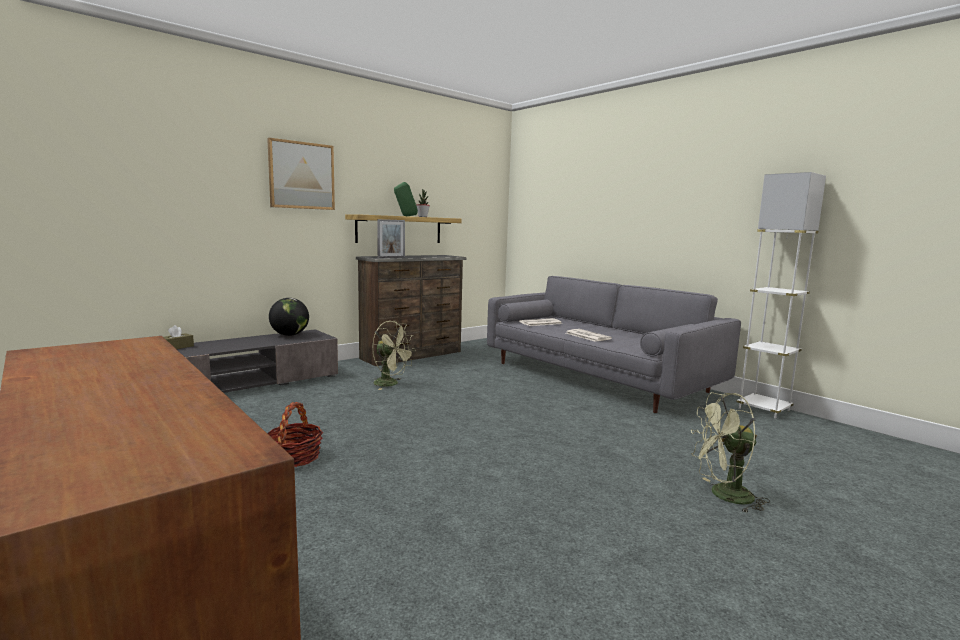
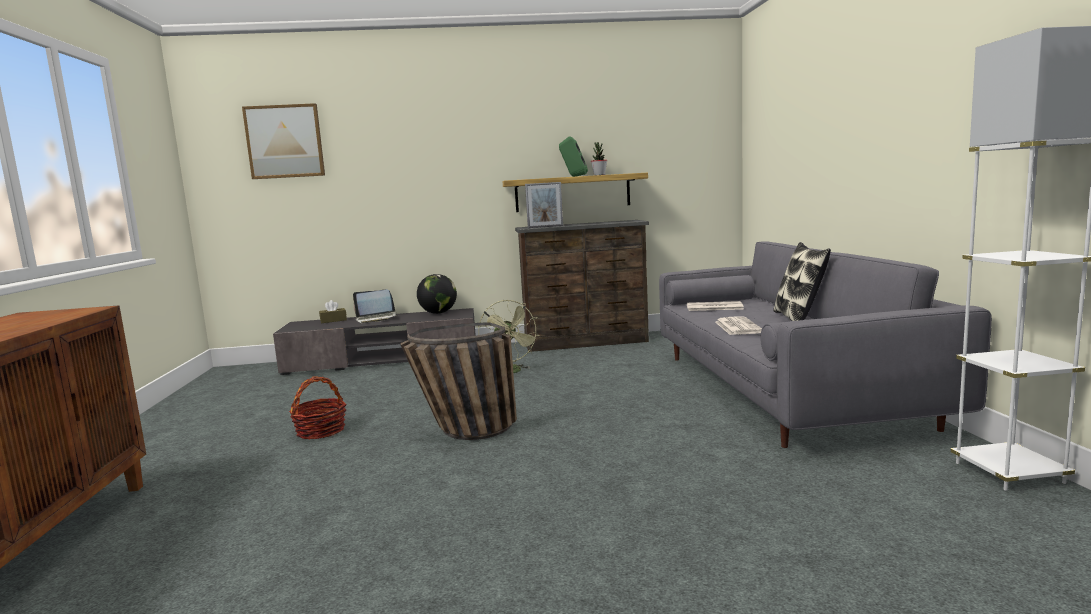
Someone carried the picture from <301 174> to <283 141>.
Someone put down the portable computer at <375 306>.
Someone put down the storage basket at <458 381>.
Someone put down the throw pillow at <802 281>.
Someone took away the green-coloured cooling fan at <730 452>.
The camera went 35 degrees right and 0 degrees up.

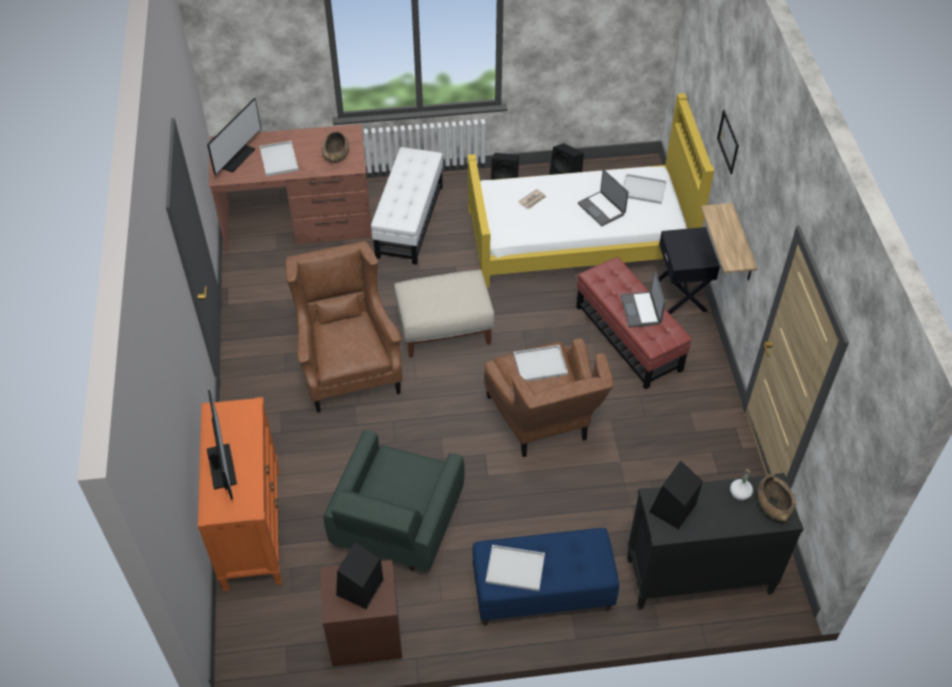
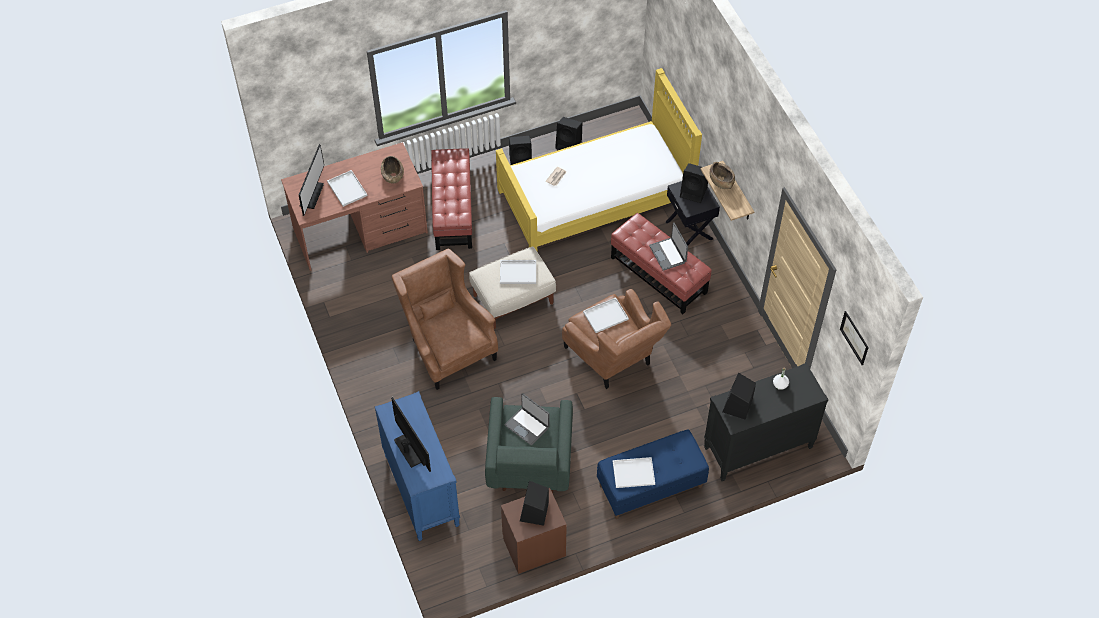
Someone repainted the orangey drawer chest at <239 494>, which became the blue drawer chest at <417 466>.
Someone repainted the whitish pouffe at <407 206>, which became the reddish pouffe at <451 199>.
Someone carried the whitish carrying tray from <645 189> to <518 272>.
Someone carried the portable computer from <603 198> to <527 419>.
Someone put down the black loudspeaker at <694 183>.
Someone carried the brown serving bowl from <776 498> to <722 175>.
Someone carried the picture from <728 142> to <854 338>.
The camera went 15 degrees left and 5 degrees up.

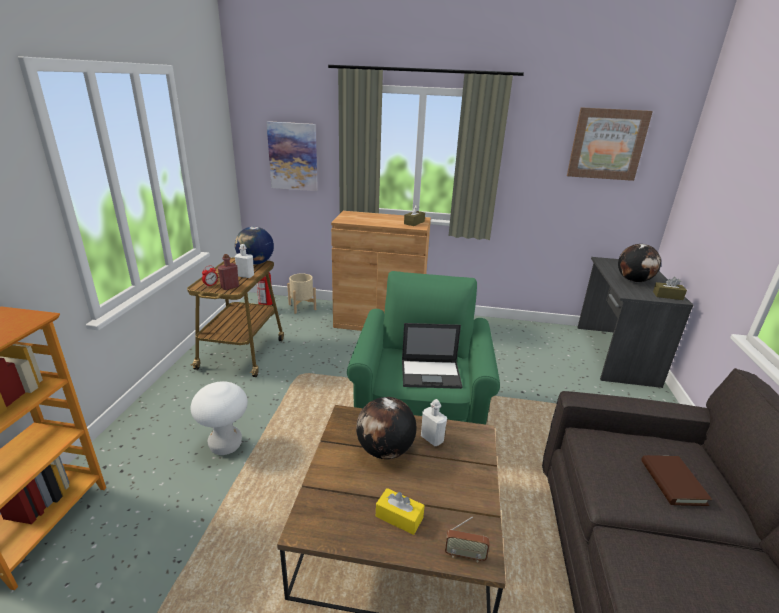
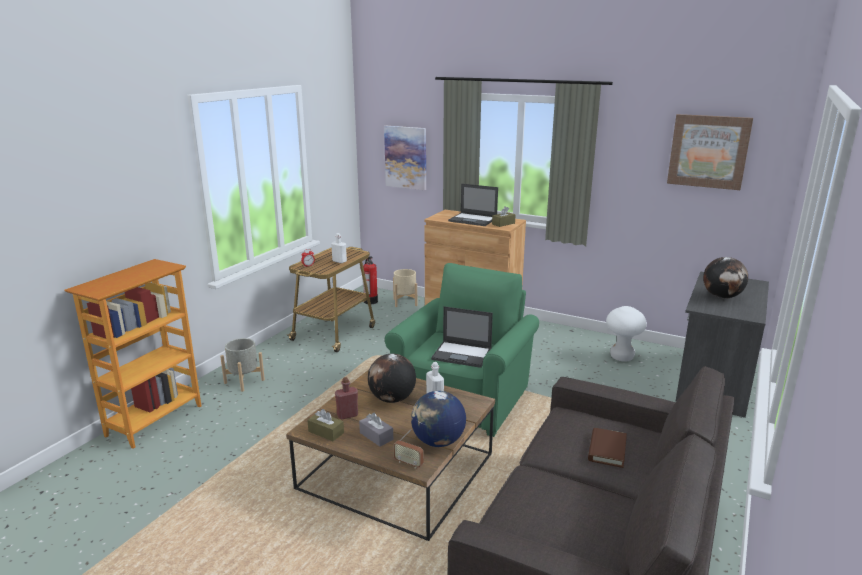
Someone put down the greyish plant pot at <242 365>.
Someone carried the brown box of tissues from <670 288> to <326 425>.
Someone carried the reddish beverage bottle from <228 272> to <346 398>.
Someone repainted the yellow box of tissues at <400 511>, which became the greyish box of tissues at <376 430>.
Someone carried the desk globe from <254 245> to <438 419>.
Someone put down the portable computer at <473 205>.
Someone carried the whitish stool from <219 418> to <626 334>.
The camera went 20 degrees right and 5 degrees down.

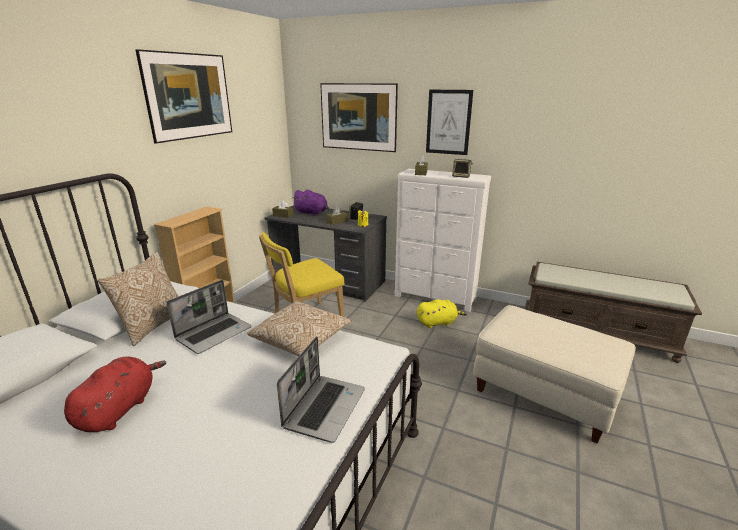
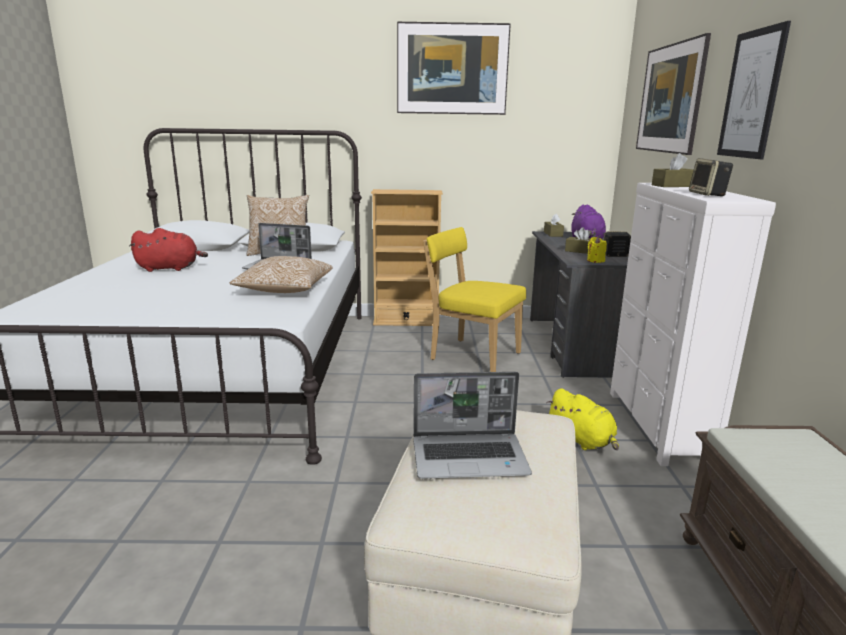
Someone carried the portable computer from <321 389> to <472 425>.
The camera went 65 degrees right and 5 degrees down.

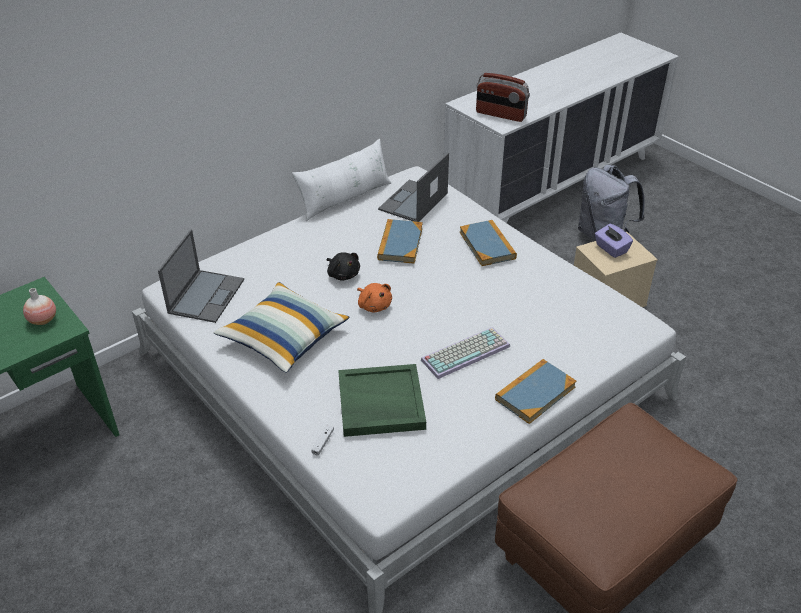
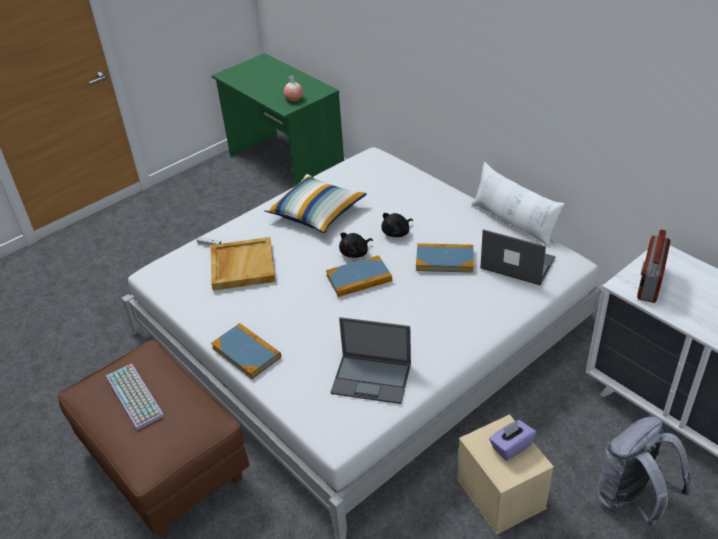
Someone carried the computer keyboard from <465 353> to <135 397>.
Someone repainted the green-coloured carrying tray at <382 400>, which became the beige-coloured carrying tray at <243 264>.
Someone carried the bound book from <488 243> to <359 276>.
Someone carried the portable computer from <201 276> to <370 360>.
Someone repainted the orangey soft toy at <374 298>, which became the black soft toy at <356 245>.
The camera went 90 degrees right and 0 degrees up.

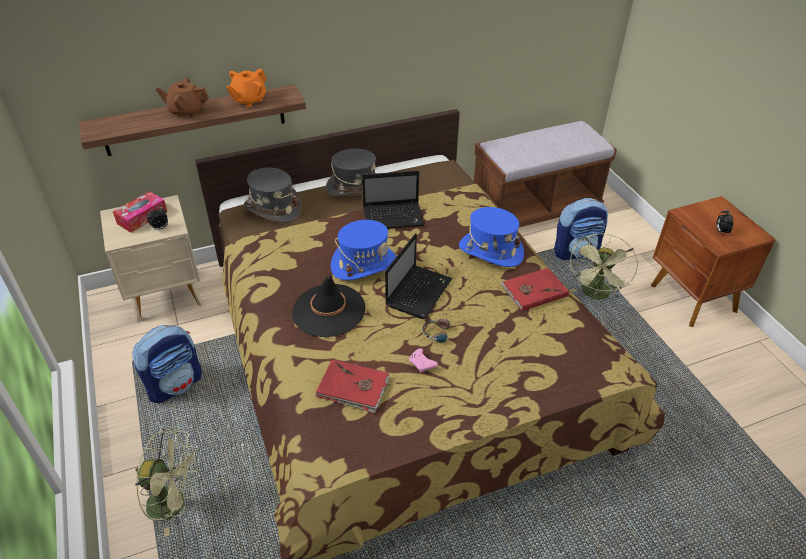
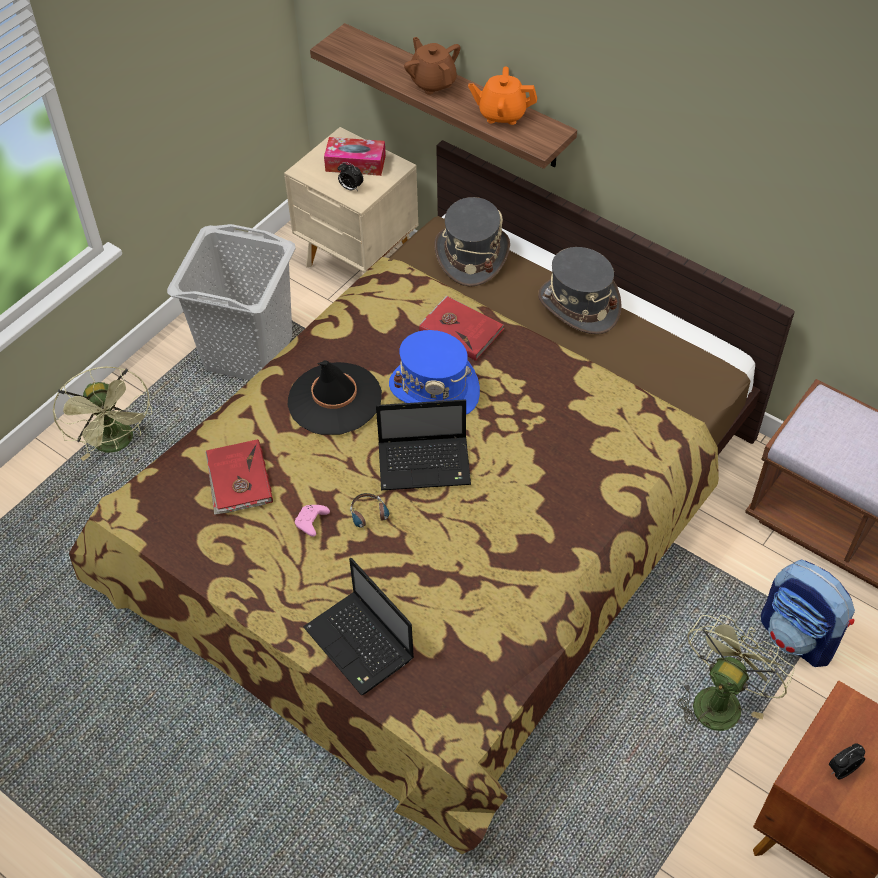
Someone swapped the knapsack at <167 364> for the greyish washing basket at <231 302>.
Someone carried the portable computer from <393 200> to <358 627>.
Someone carried the reddish bound book from <534 289> to <461 328>.
Someone rotated the green-coloured cooling fan at <603 266> by 135 degrees clockwise.
Someone took away the blue wearable hat at <491 237>.
The camera went 60 degrees right and 10 degrees up.

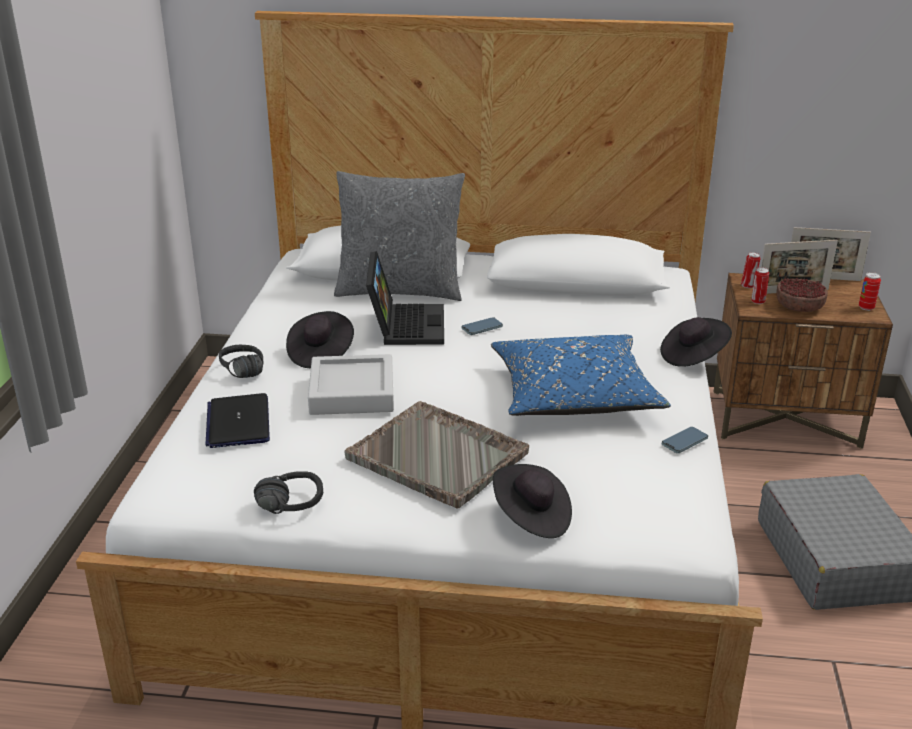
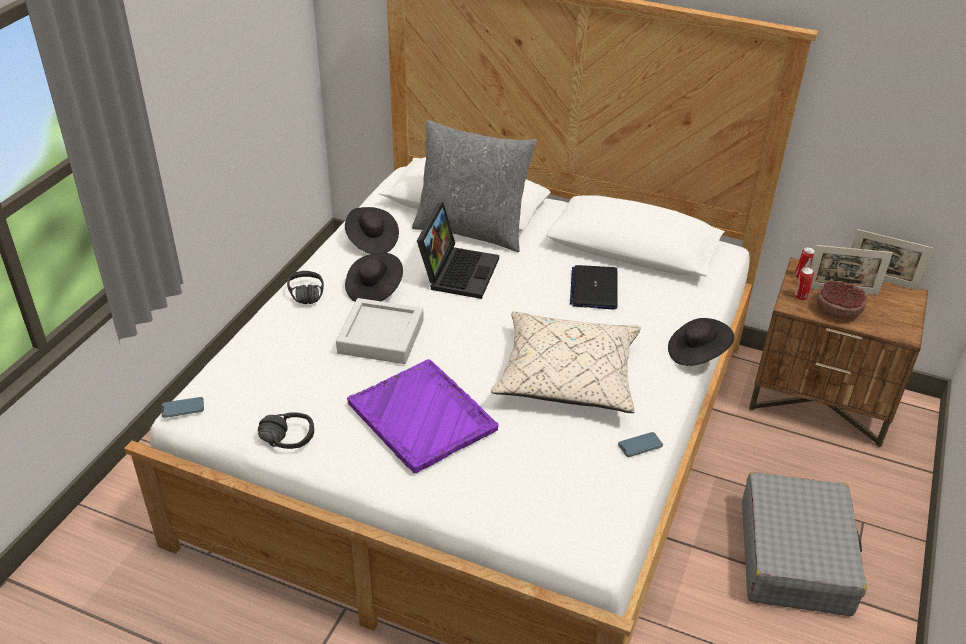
Someone carried the phone from <482 326> to <183 407>.
Someone carried the black wearable hat from <532 501> to <372 230>.
Someone repainted the greyish carrying tray at <436 455>, which became the purple-coloured carrying tray at <423 416>.
Someone repainted the blue throw pillow at <581 375>, which became the beige-coloured throw pillow at <566 362>.
Someone carried the portable computer from <238 420> to <593 287>.
Someone took away the metal can at <870 291>.
The camera went 15 degrees right and 10 degrees up.

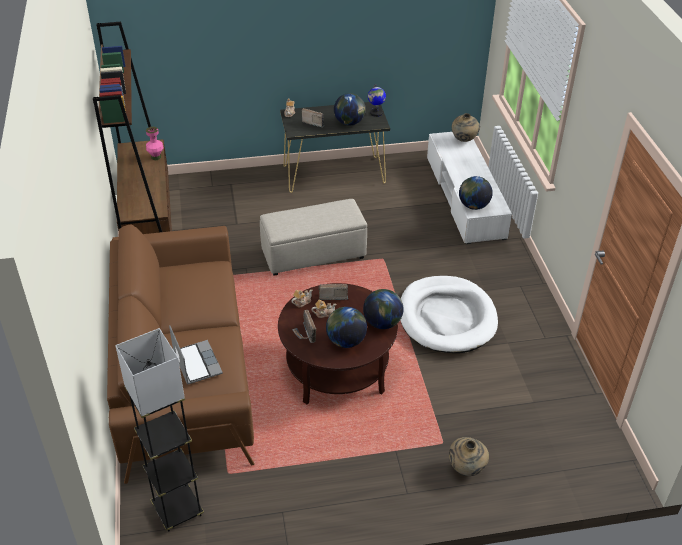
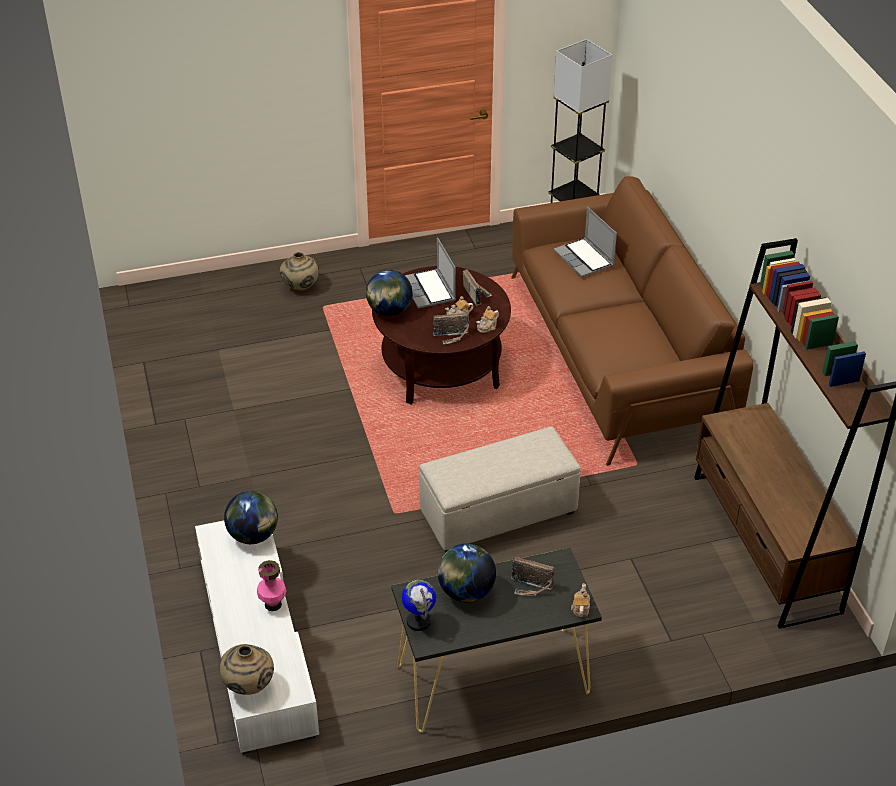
Someone carried the pinkish vase from <154 143> to <272 585>.
Someone swapped the desk globe at <346 327> for the portable computer at <430 273>.
Someone took away the whitish dog bed at <449 314>.
The camera went 175 degrees right and 0 degrees up.

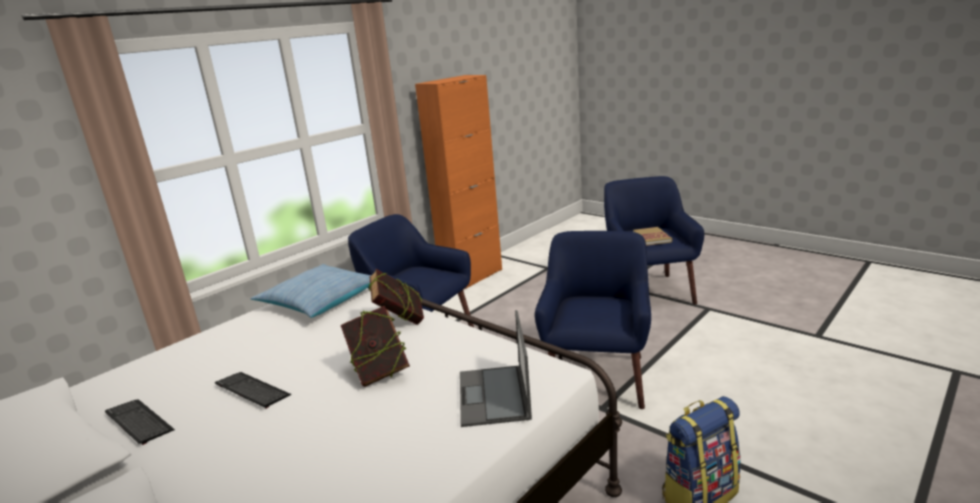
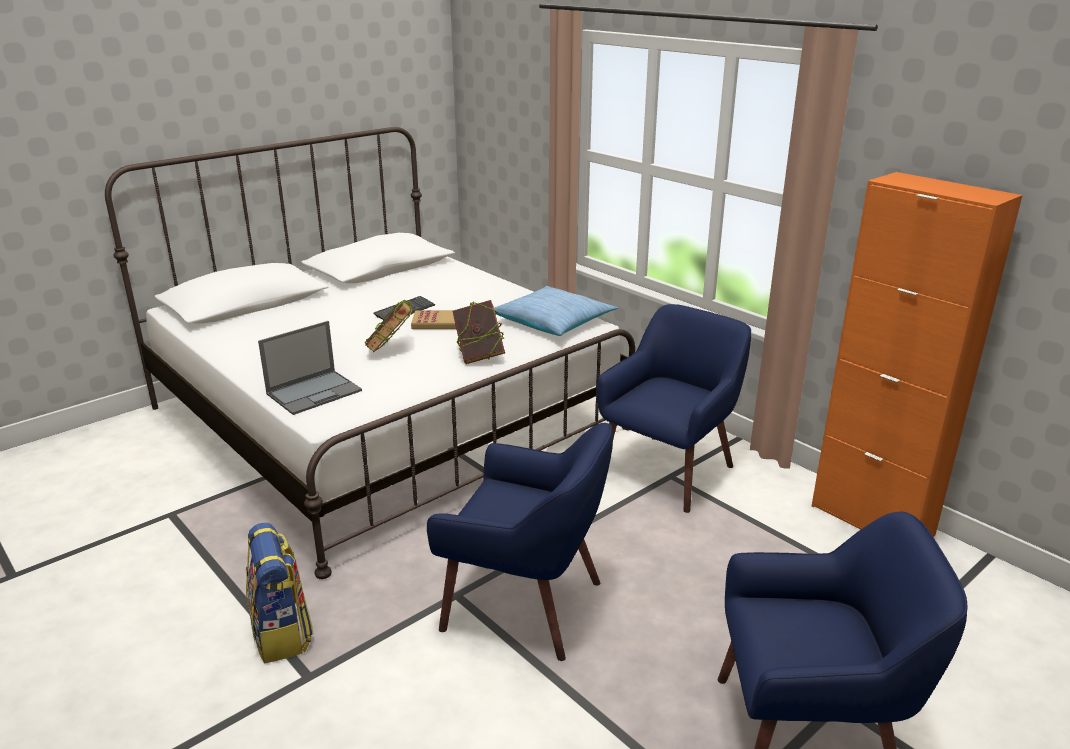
Someone rotated the portable computer at <496 368> by 135 degrees clockwise.
Someone carried the bound book from <652 236> to <433 319>.
Someone took away the computer keyboard at <140 422>.
The camera went 95 degrees right and 5 degrees up.

